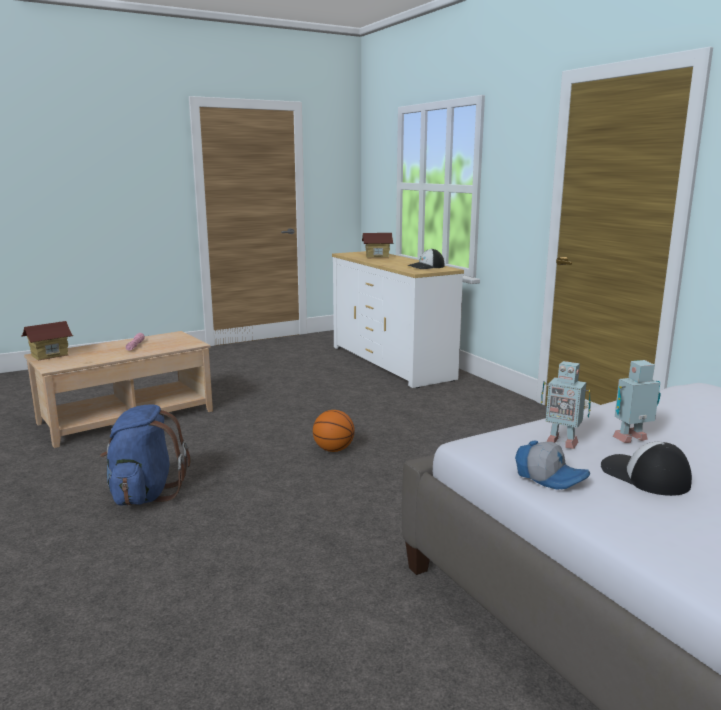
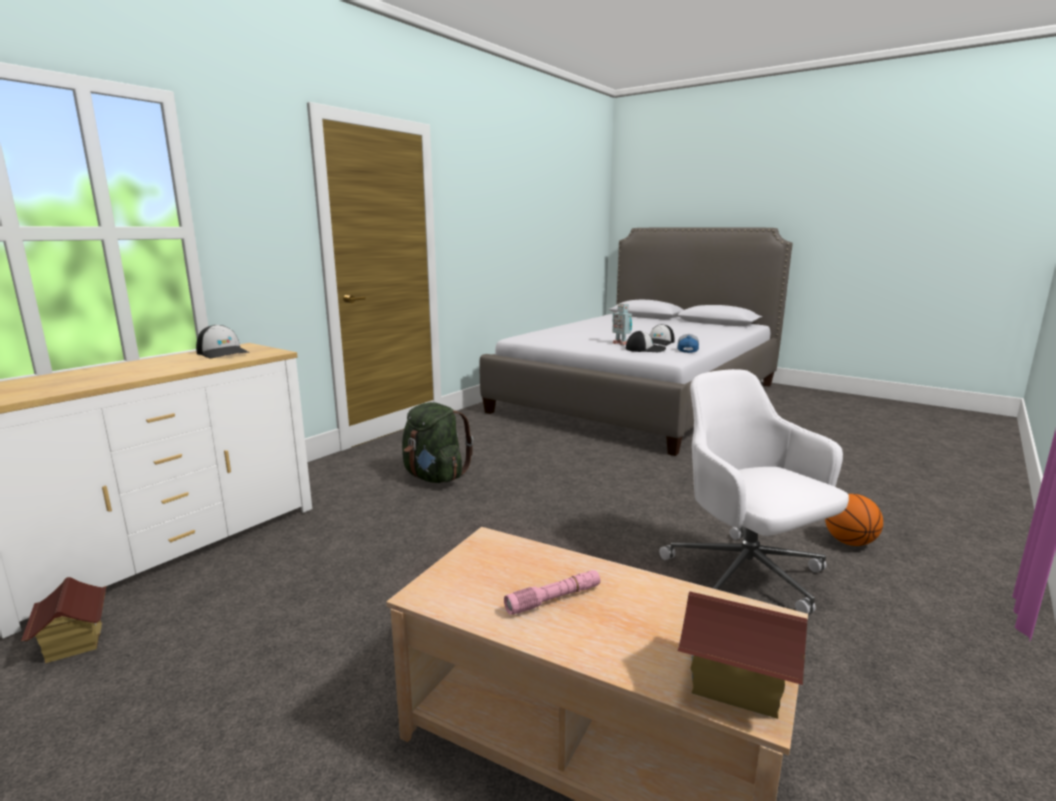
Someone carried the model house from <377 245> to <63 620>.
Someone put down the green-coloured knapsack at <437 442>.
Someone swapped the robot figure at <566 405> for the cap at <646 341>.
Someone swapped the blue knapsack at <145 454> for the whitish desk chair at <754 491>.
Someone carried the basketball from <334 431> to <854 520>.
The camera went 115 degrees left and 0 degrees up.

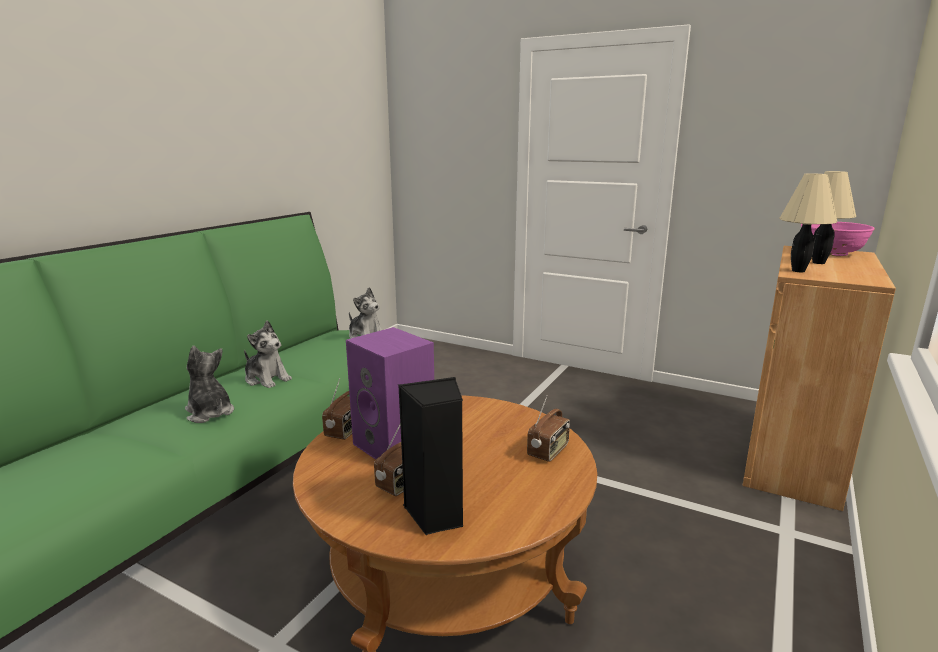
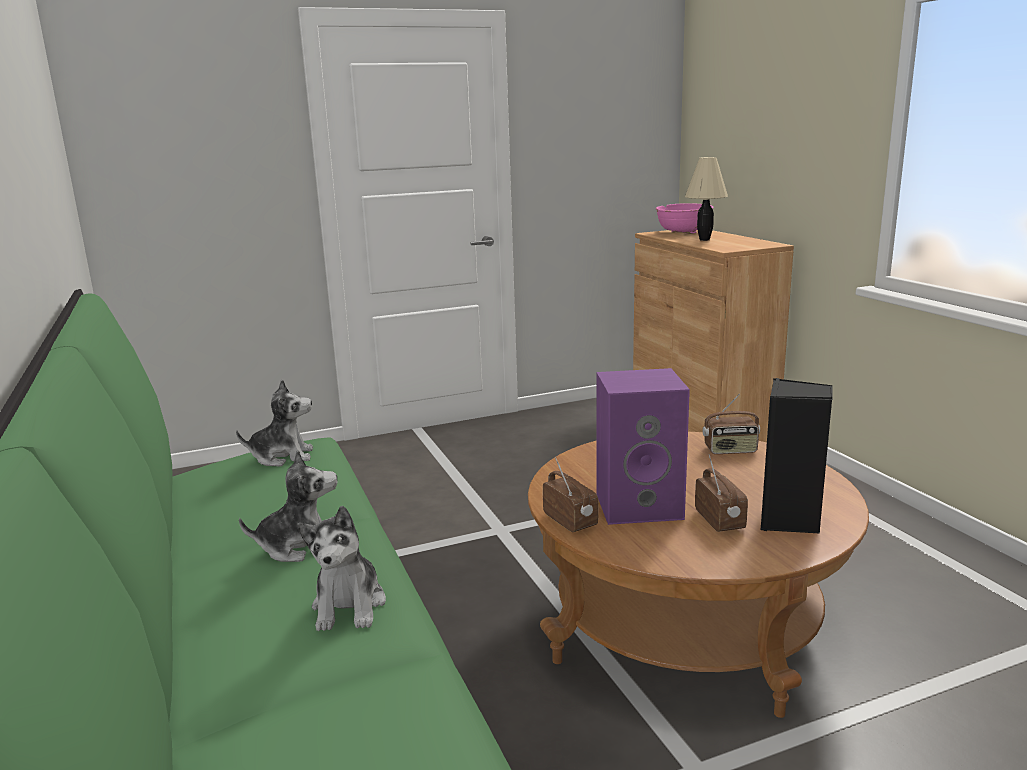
Someone rotated the soft toy at <209 384> by 90 degrees counterclockwise.
Someone rotated the radio set at <548 428> by 105 degrees clockwise.
Someone took away the beige-coloured table lamp at <808 223>.
The camera went 50 degrees left and 0 degrees up.

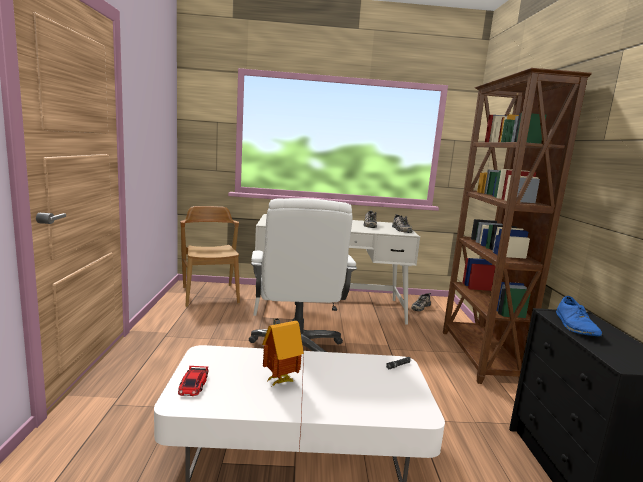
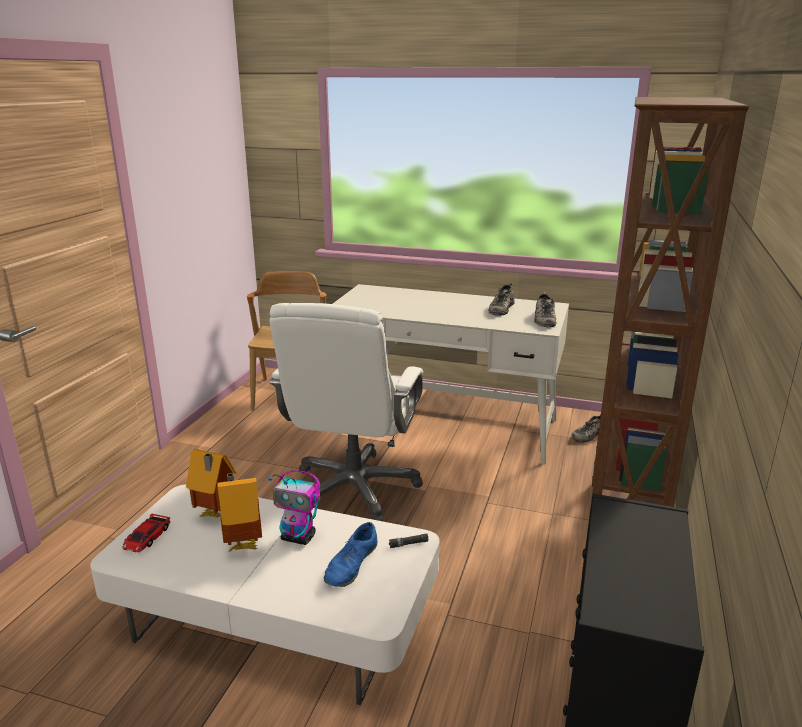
Someone put down the model house at <211 483>.
Someone put down the robot figure at <294 507>.
Someone carried the blue item of footwear from <579 316> to <351 554>.
The camera went 20 degrees right and 10 degrees up.

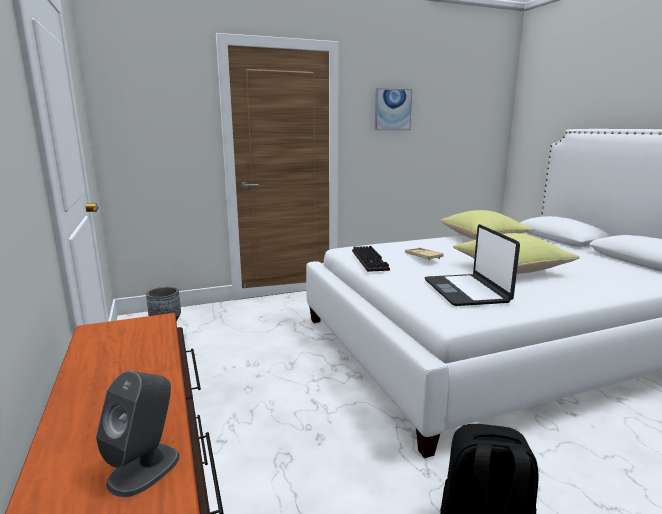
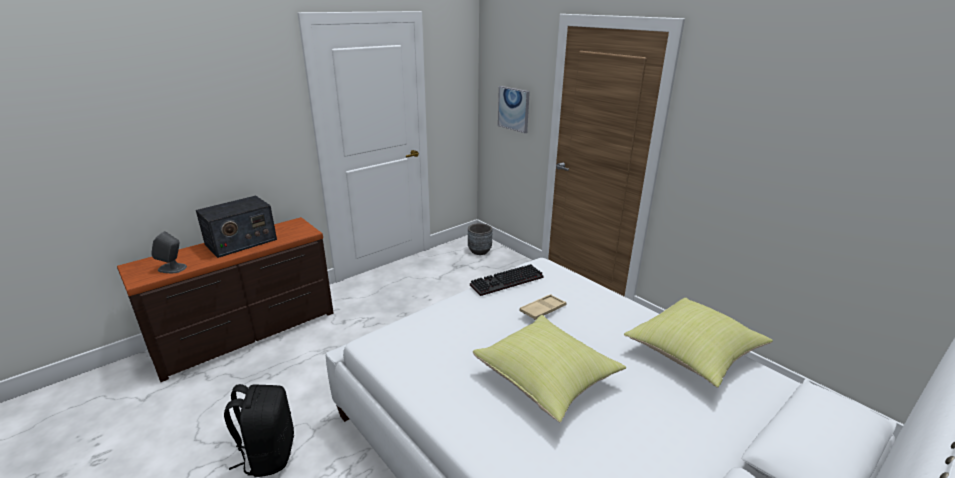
Someone put down the radio set at <236 227>.
Someone carried the picture from <393 109> to <514 109>.
Someone took away the portable computer at <472 265>.
The camera went 70 degrees right and 10 degrees up.

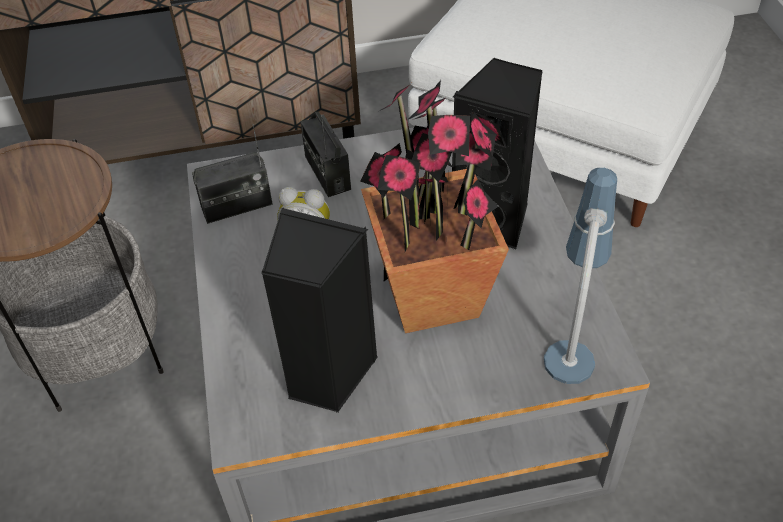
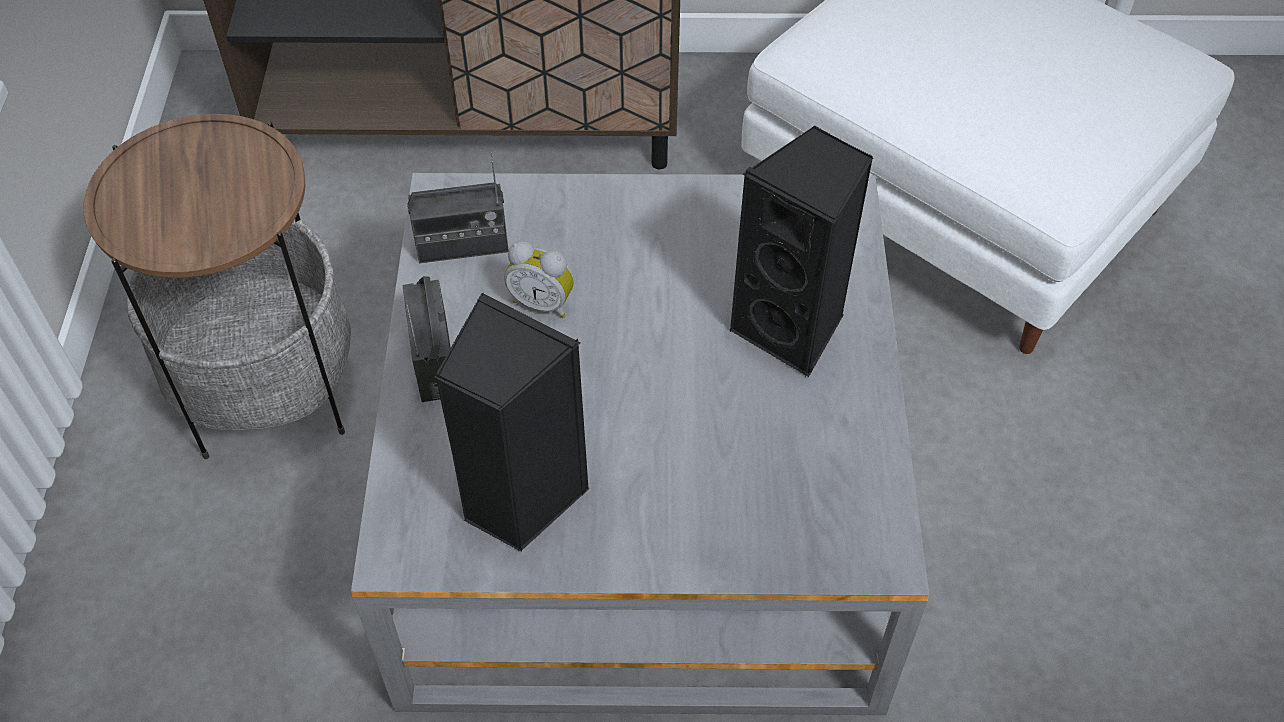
Someone carried the radio set from <325 154> to <426 339>.
Someone took away the houseplant at <434 206>.
Someone took away the table lamp at <580 276>.
The camera went 10 degrees right and 5 degrees up.

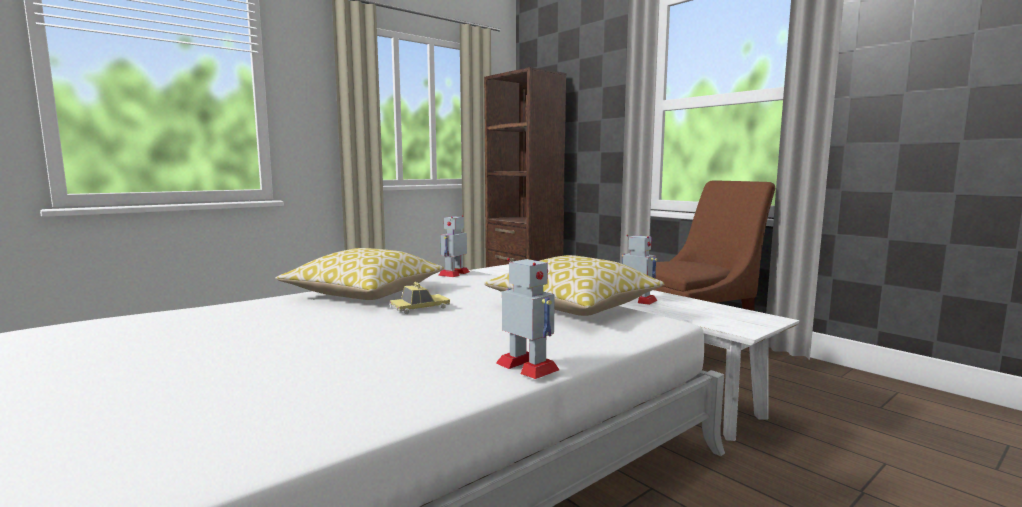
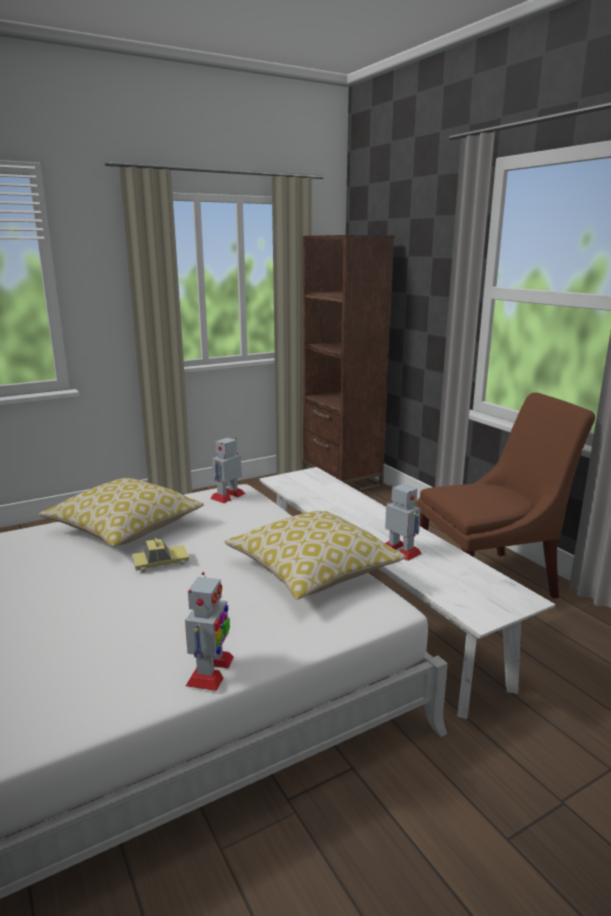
Someone rotated the robot figure at <527 318> by 45 degrees clockwise.
The camera went 10 degrees right and 10 degrees up.

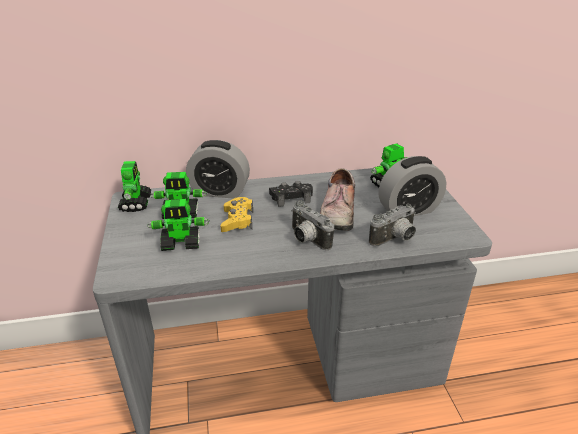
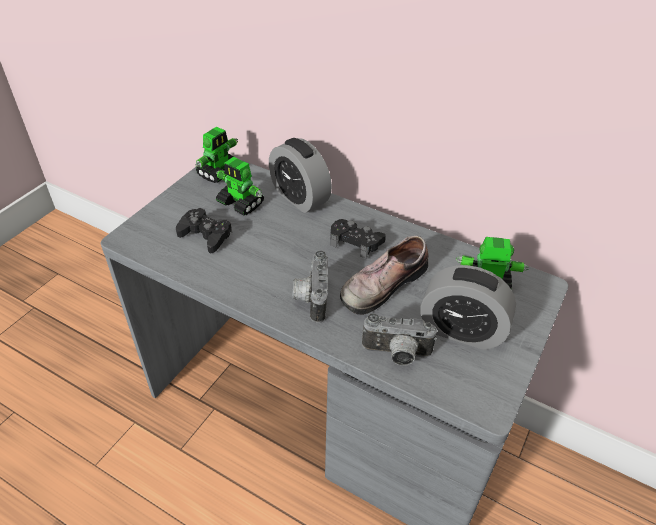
Someone swapped the robot figure at <178 225> for the black game controller at <204 231>.
Someone took away the yellow game controller at <236 214>.
The camera went 40 degrees right and 10 degrees up.

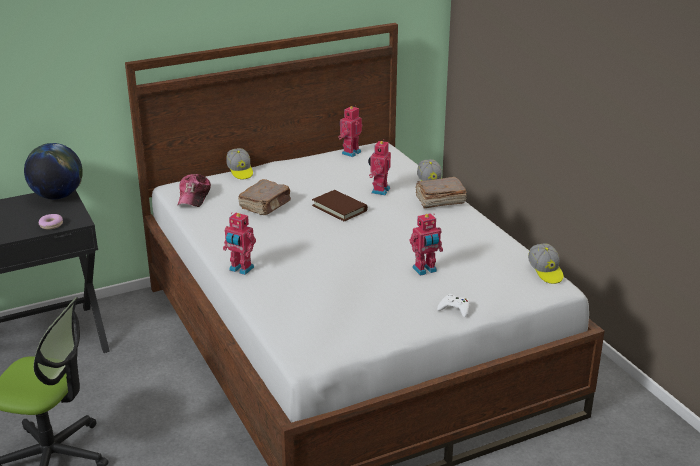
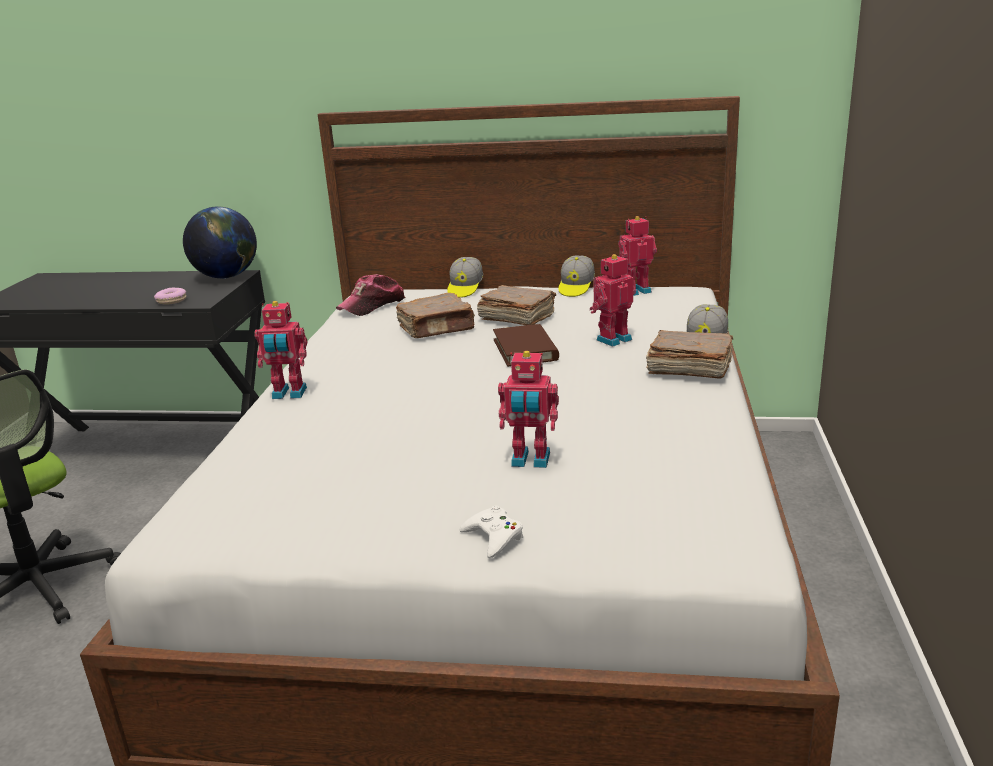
Someone rotated the robot figure at <239 244> by 60 degrees counterclockwise.
Someone put down the brown bound book at <516 305>.
Someone carried the cap from <546 263> to <576 276>.
The camera went 35 degrees right and 5 degrees down.

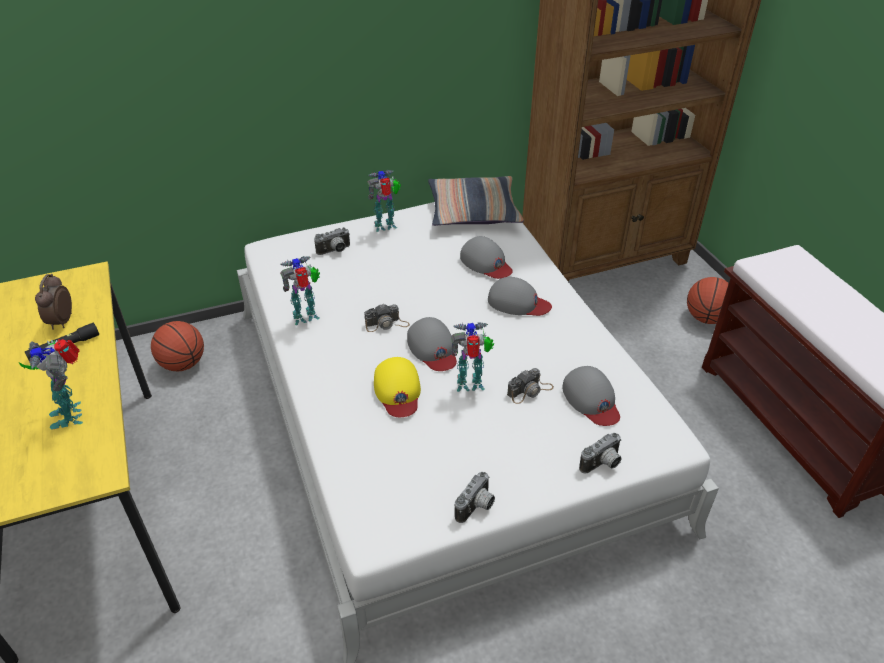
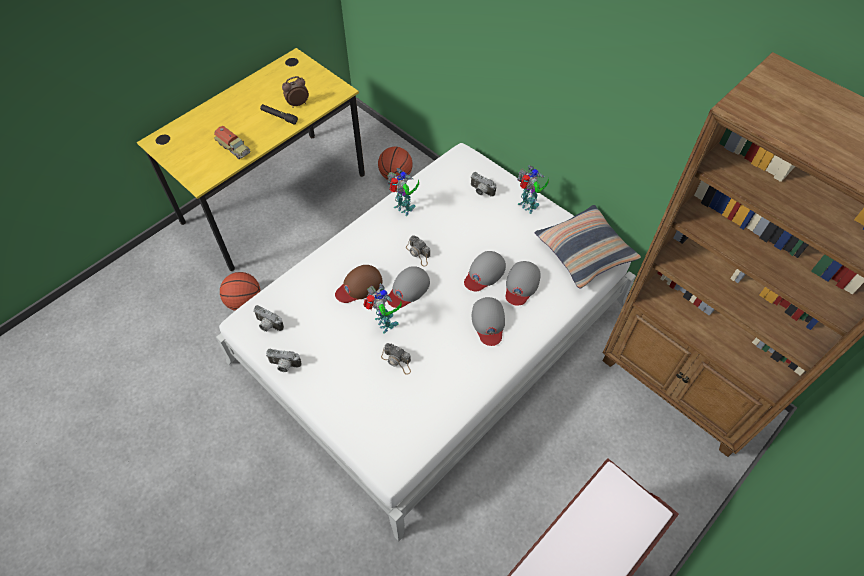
Someone swapped the robot figure at <51 384> for the toy lorry at <232 142>.
Someone carried the basketball from <708 300> to <240 291>.
Someone carried the still camera from <600 453> to <269 318>.
Someone repainted the yellow cap at <397 387>, which became the brown cap at <358 284>.
Someone carried the greyish cap from <591 396> to <485 271>.
The camera went 65 degrees right and 15 degrees up.

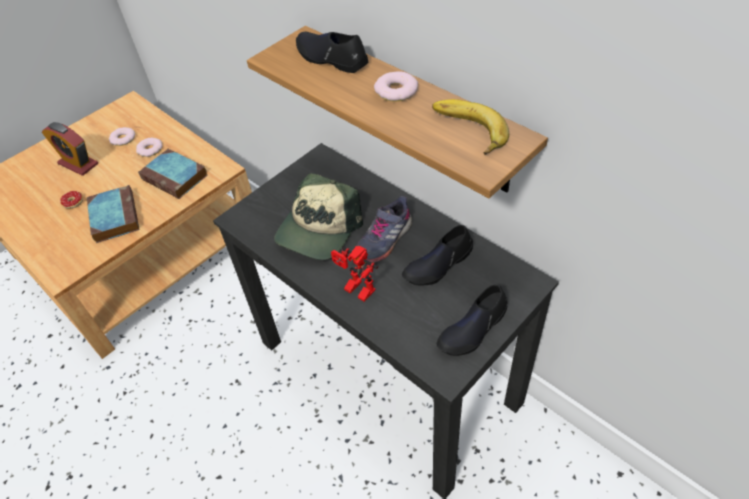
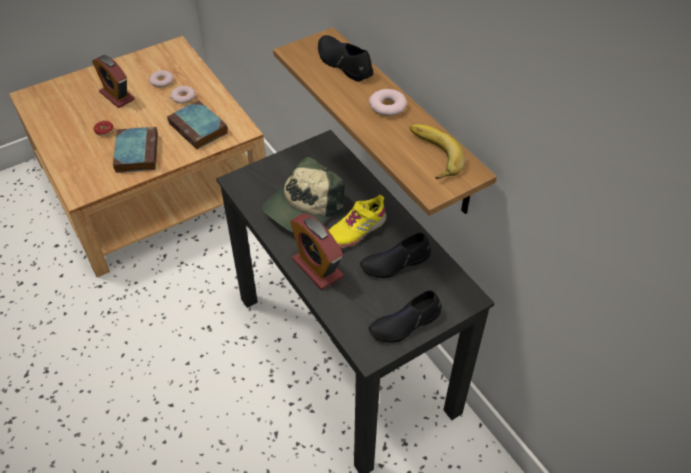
Someone swapped the robot figure at <354 274> for the alarm clock at <316 252>.
Someone repainted the greyish item of footwear at <384 229>, which became the yellow item of footwear at <357 221>.
The camera went 10 degrees right and 0 degrees up.

